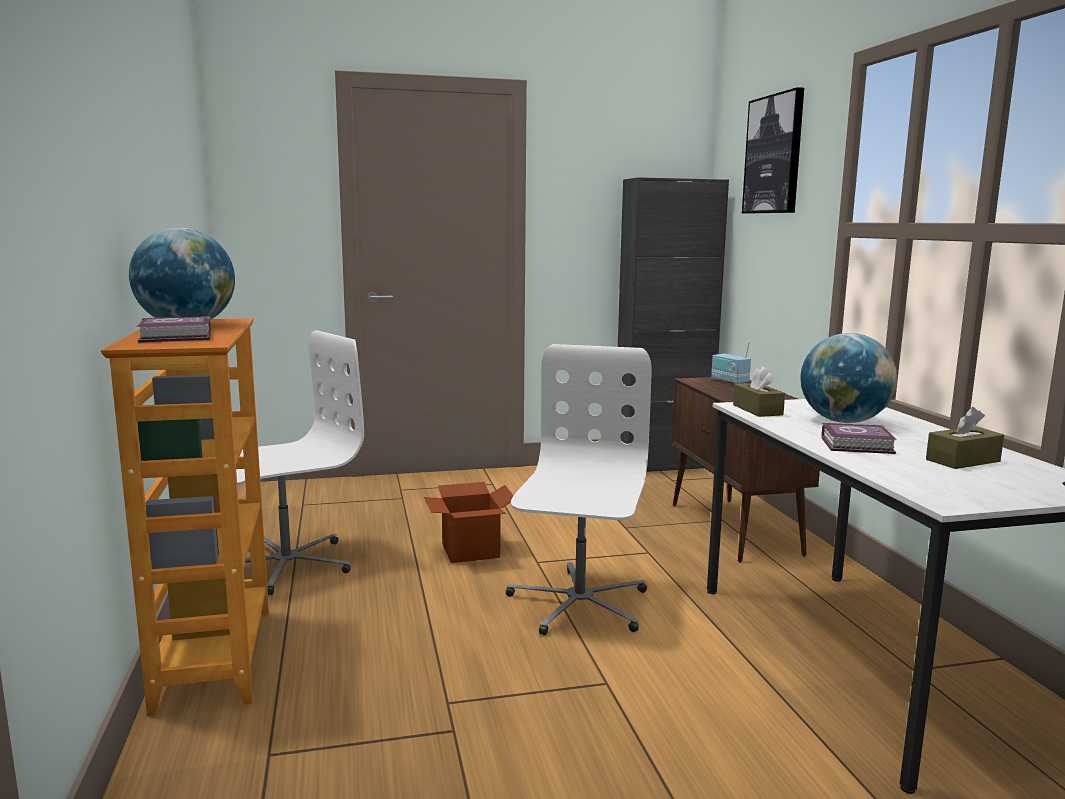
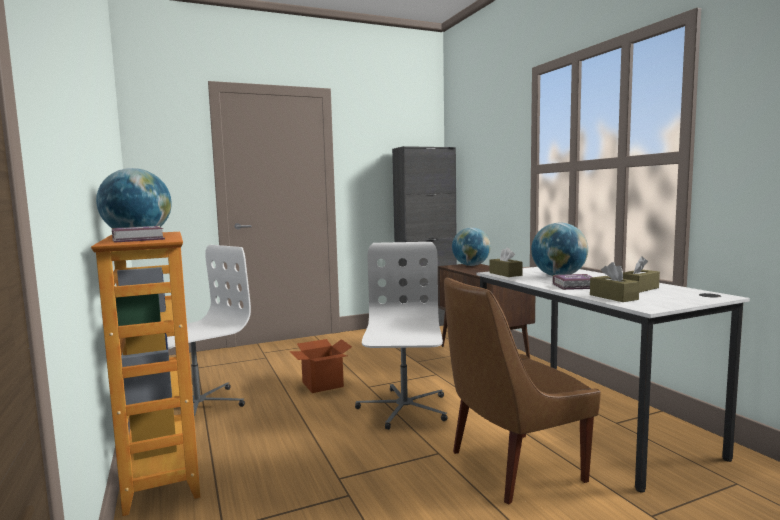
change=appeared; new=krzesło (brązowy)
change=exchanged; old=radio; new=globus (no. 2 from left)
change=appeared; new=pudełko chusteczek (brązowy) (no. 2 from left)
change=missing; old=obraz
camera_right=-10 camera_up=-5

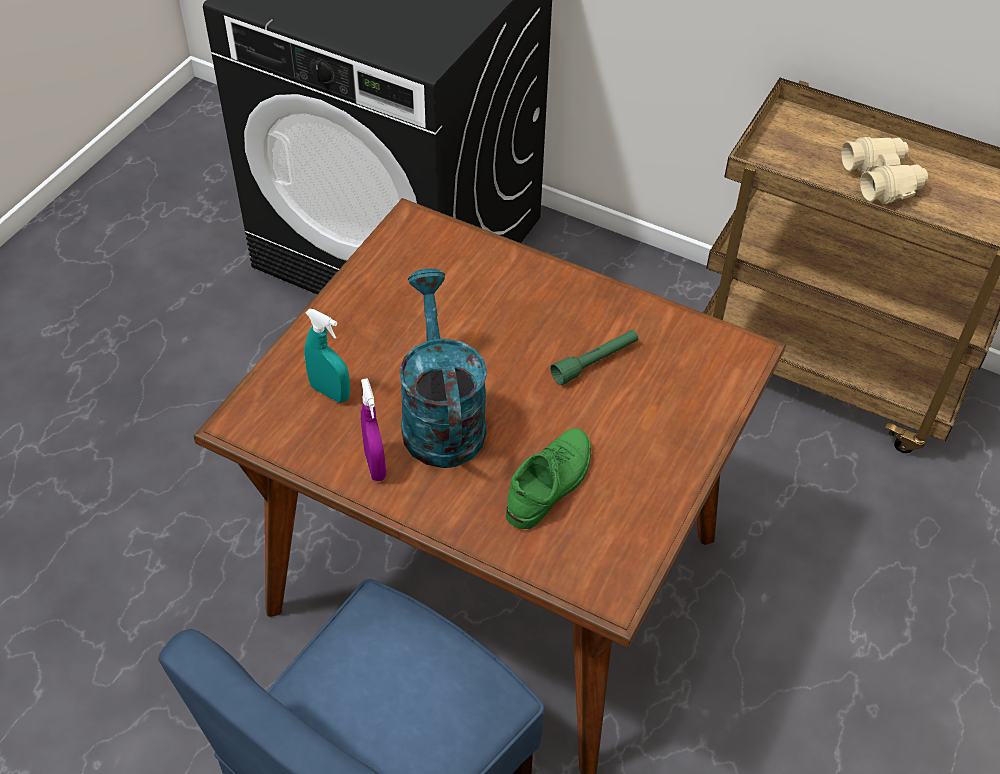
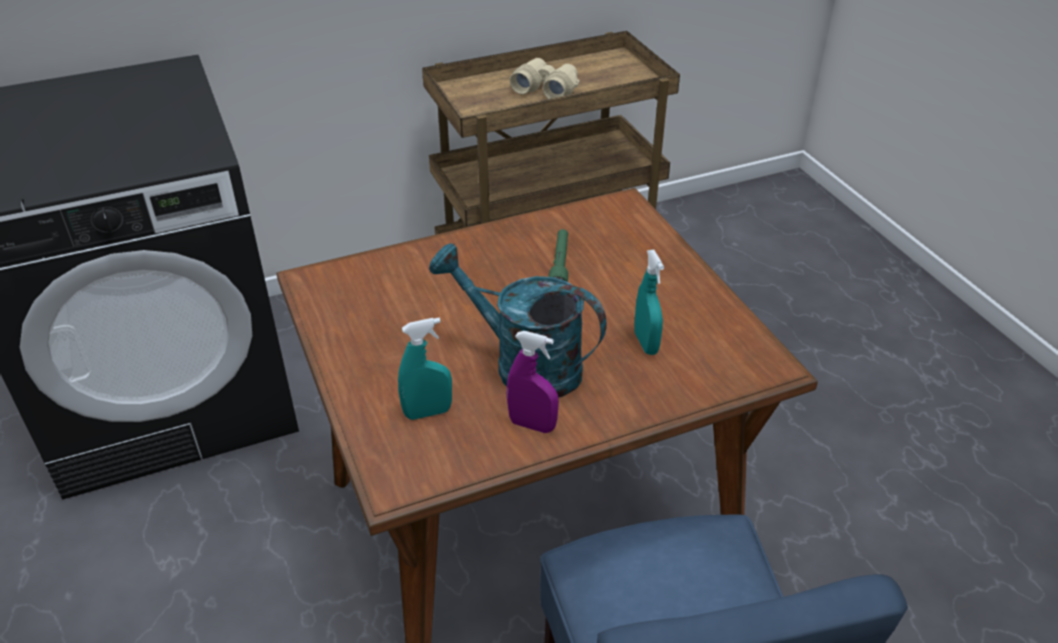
change=exchanged; old=but (zielony); new=spryskiwacz (turkusowy) (no. 2 from left)
camera_right=-50 camera_up=-10

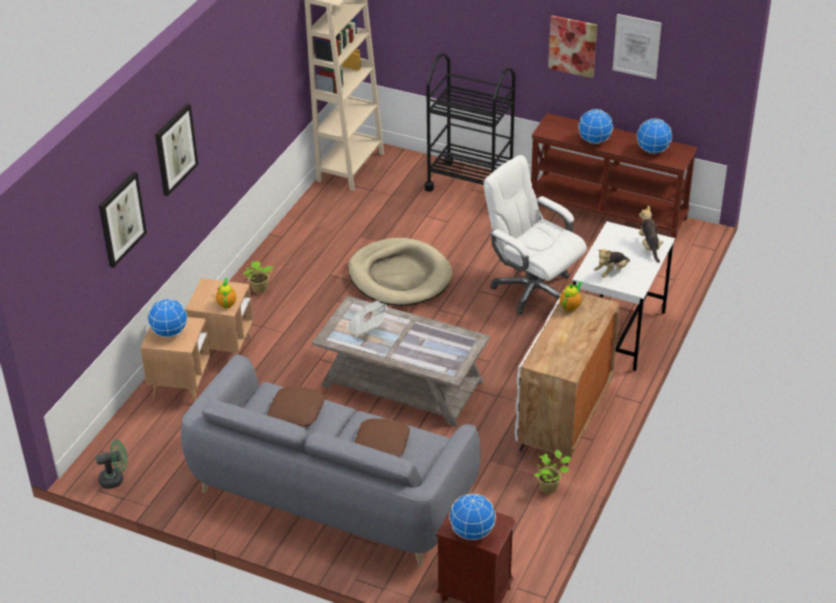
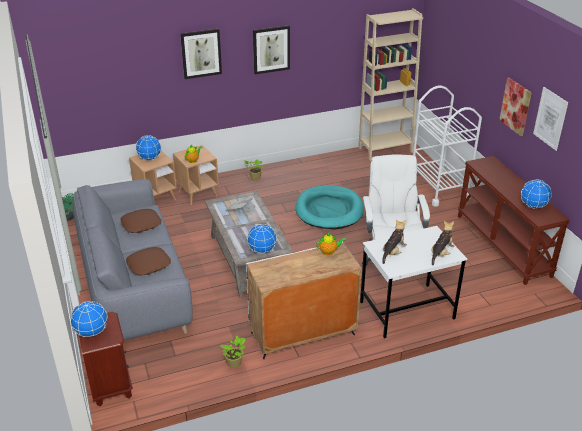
change=relocated; old=globus (no. 3 from left)
change=relocated; old=obraz (no. 1 from left in the first image); new=obraz (no. 2 from left)
change=colour; old=legowisko (beżowy); new=legowisko (turkusowy)
change=spun; old=pluszak (no. 1 from left); degrees=120
change=colour; old=wózek (czarny); new=wózek (biały)
camera_right=45 camera_up=-5

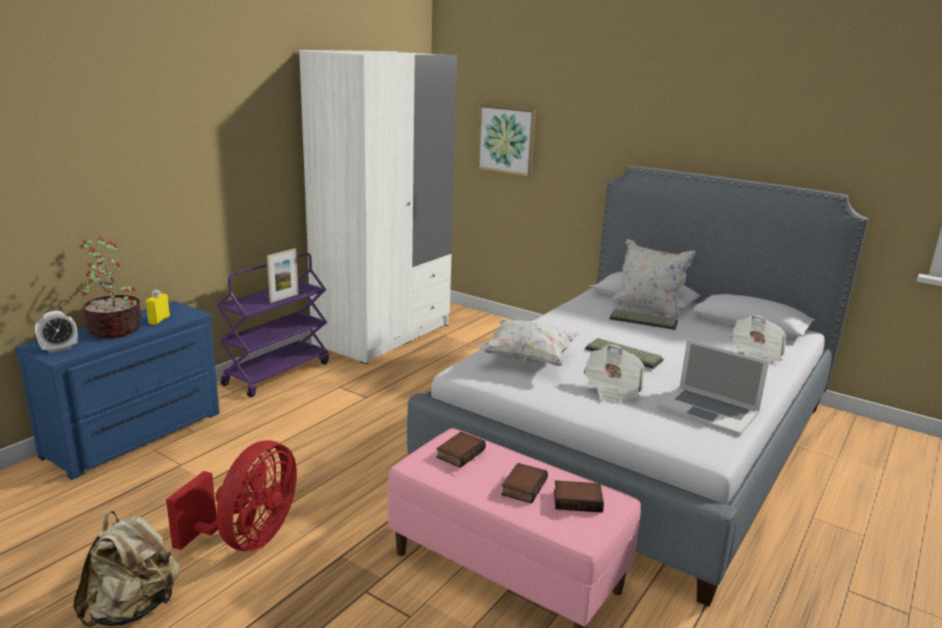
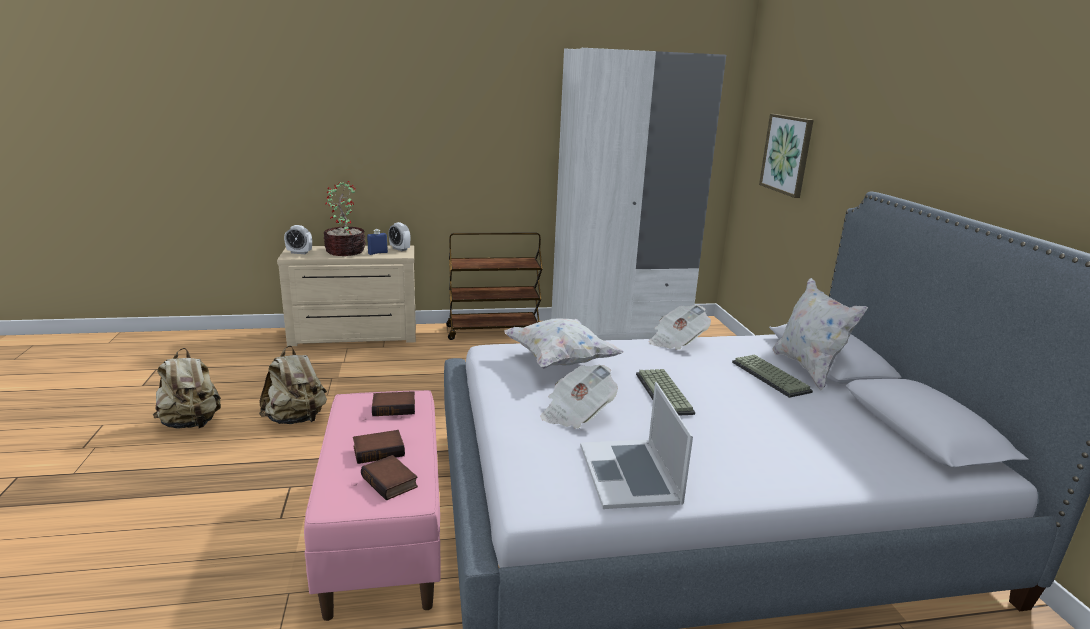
change=exchanged; old=wentylator (czerwony); new=plecak (beżowy) (no. 2 from left)
change=colour; old=komoda (niebieski); new=komoda (beżowy)
change=colour; old=butelka (żółty); new=butelka (niebieski)
change=appeared; new=budzik (no. 2 from left)
change=colour; old=wózek (fioletowy); new=wózek (brązowy)
change=relocated; old=gazeta (no. 2 from left)
change=missing; old=ramka na zdjęcie
camera_right=45 camera_up=0

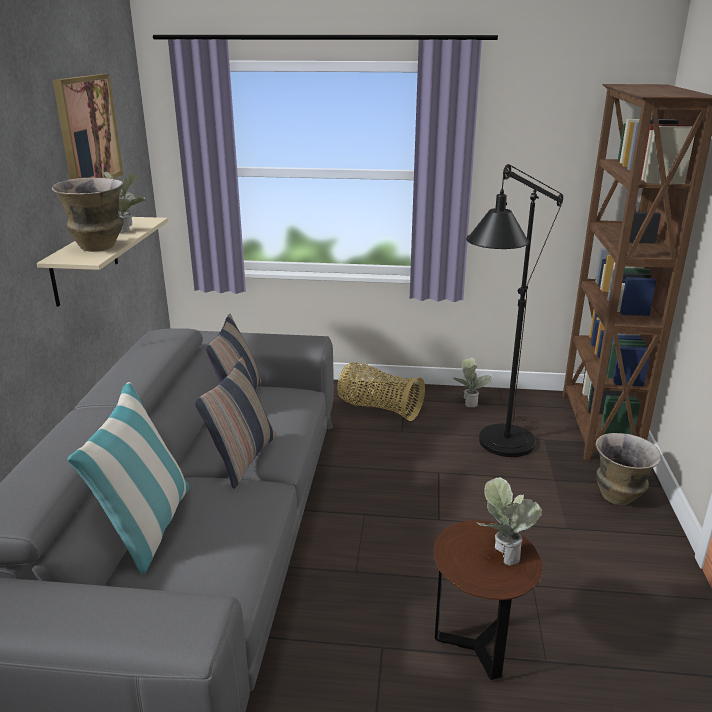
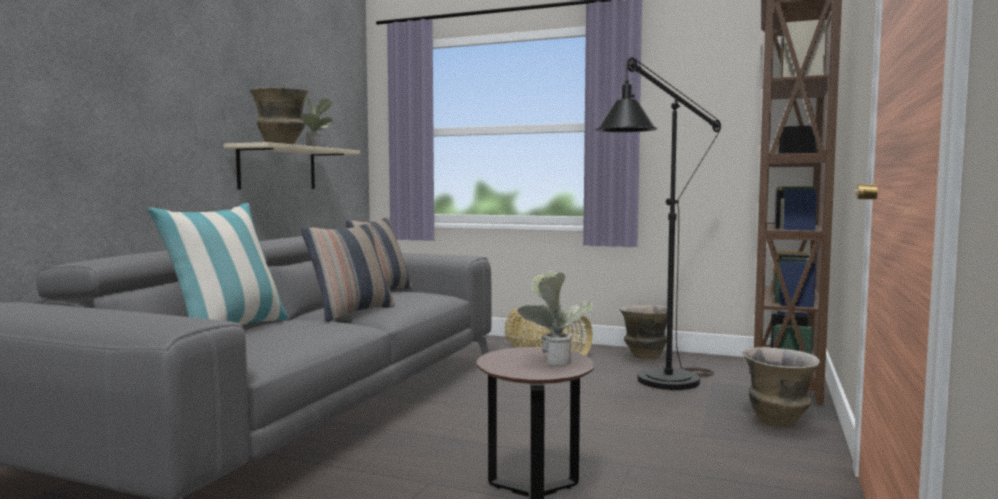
change=exchanged; old=roślina doniczkowa (no. 2 from left); new=wazon (no. 2 from left)
change=missing; old=obraz
camera_right=15 camera_up=-20

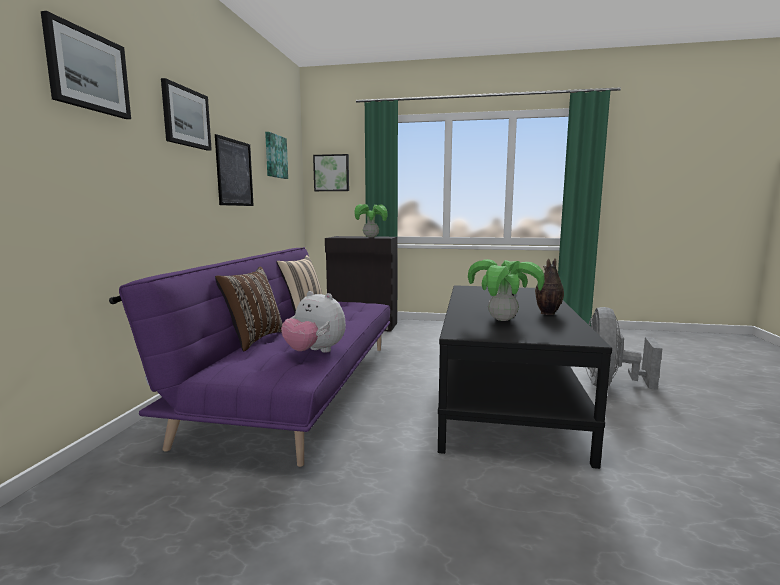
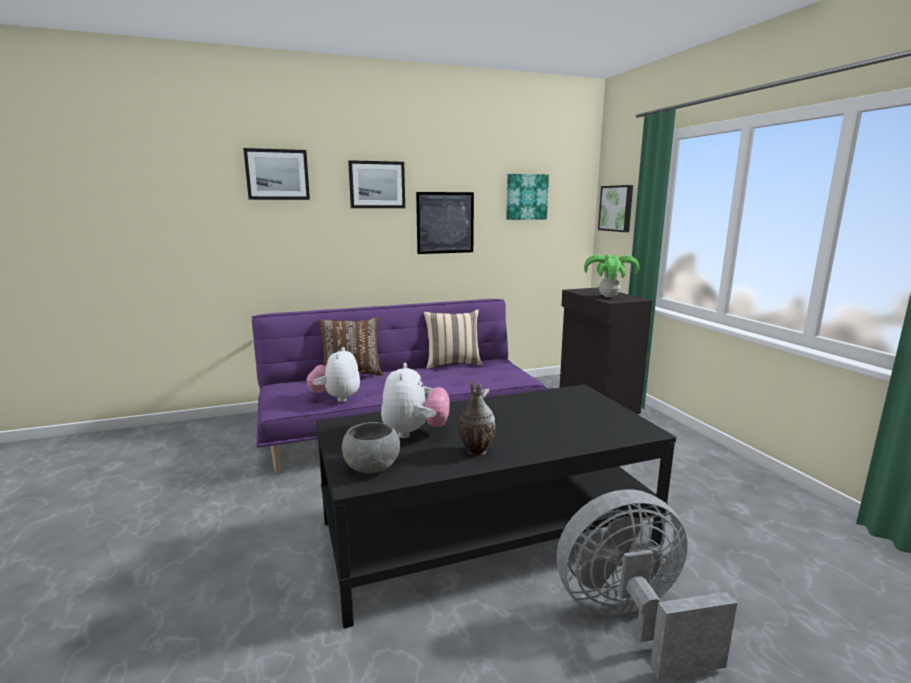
change=appeared; new=miska (szary)
change=exchanged; old=roślina doniczkowa (no. 2 from left); new=pluszak (no. 2 from left)
camera_right=60 camera_up=5

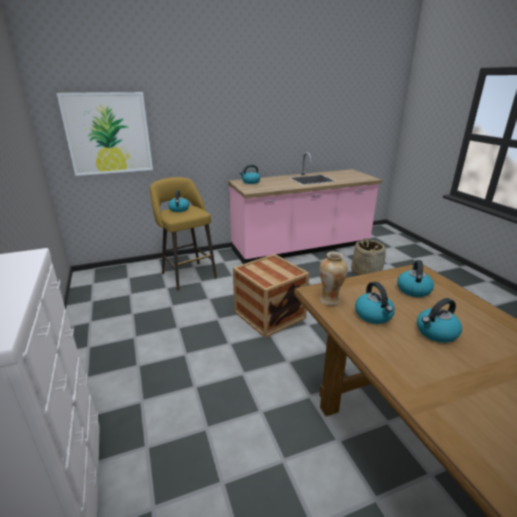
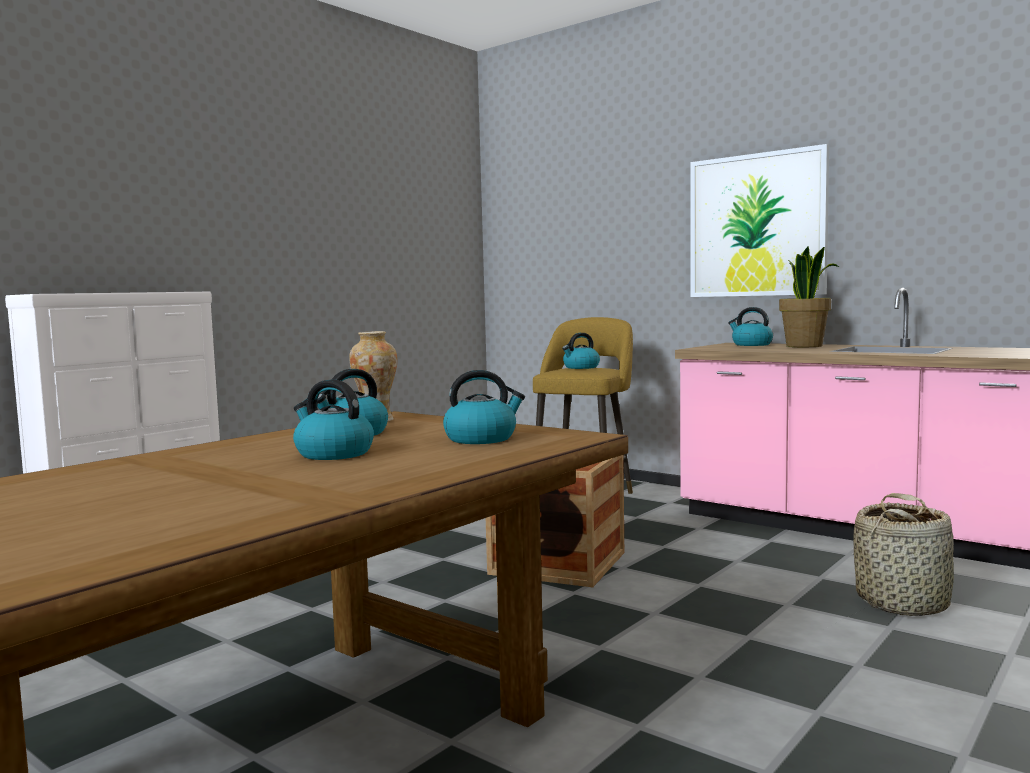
change=relocated; old=obraz
change=appeared; new=roślina doniczkowa
camera_right=60 camera_up=-20

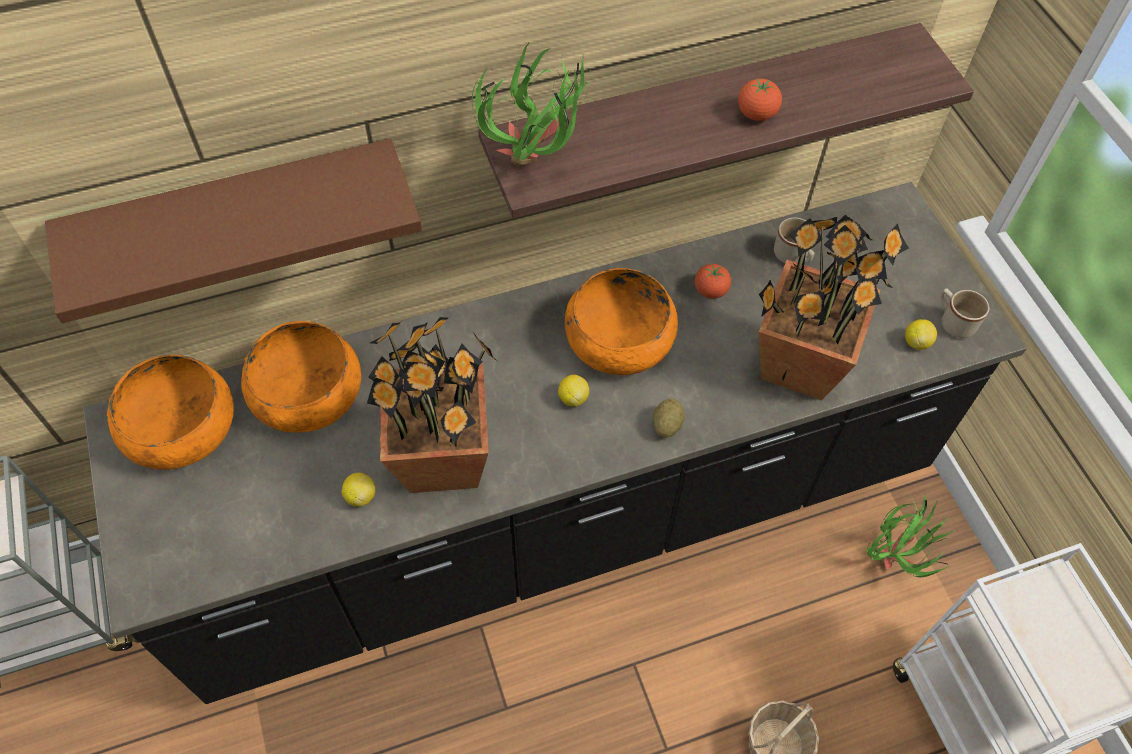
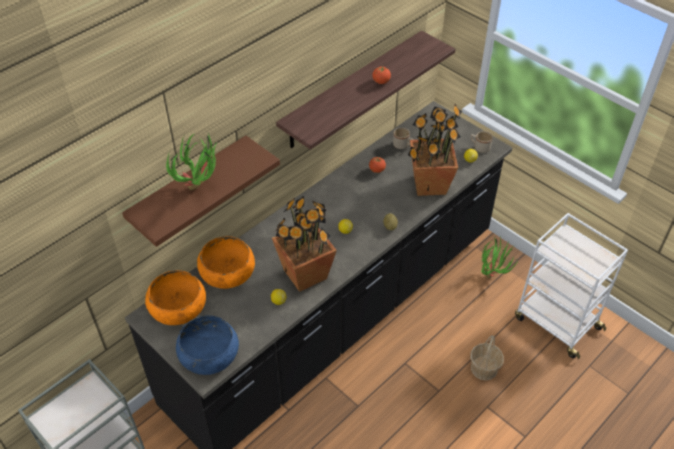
change=relocated; old=roślina doniczkowa (no. 2 from left in the first image); new=roślina doniczkowa (no. 1 from left)
change=appeared; new=miska (niebieski)
change=missing; old=miska (pomarańczowy) (no. 3 from left)
camera_right=-25 camera_up=-10

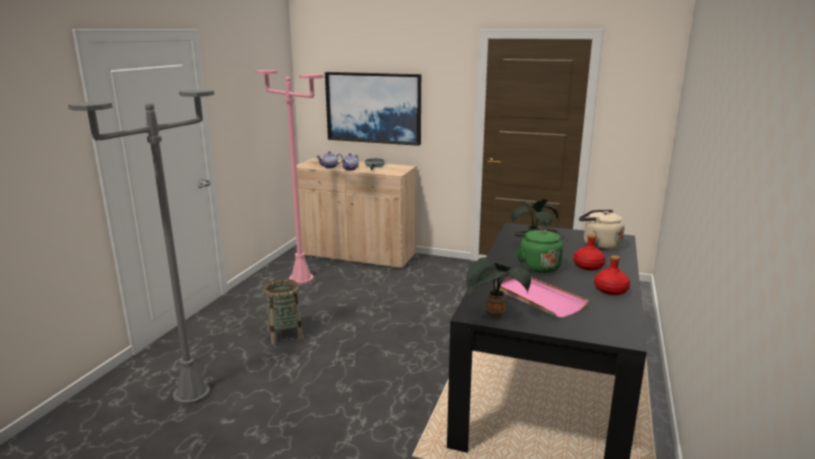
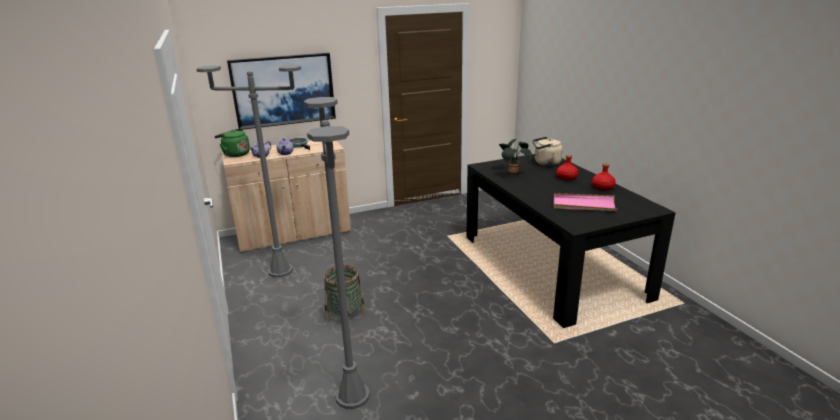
change=colour; old=lampa stojąca (różowy); new=lampa stojąca (szary) (no. 1 from left)
change=relocated; old=czajnik (zielony)
change=missing; old=roślina doniczkowa (no. 1 from left)
camera_right=-40 camera_up=5

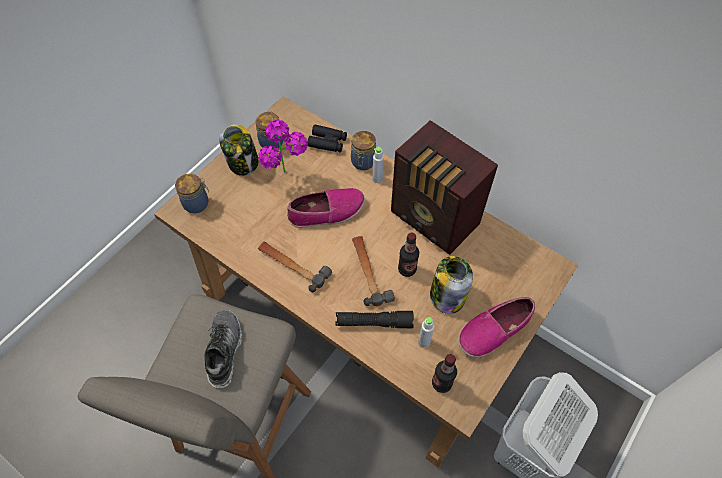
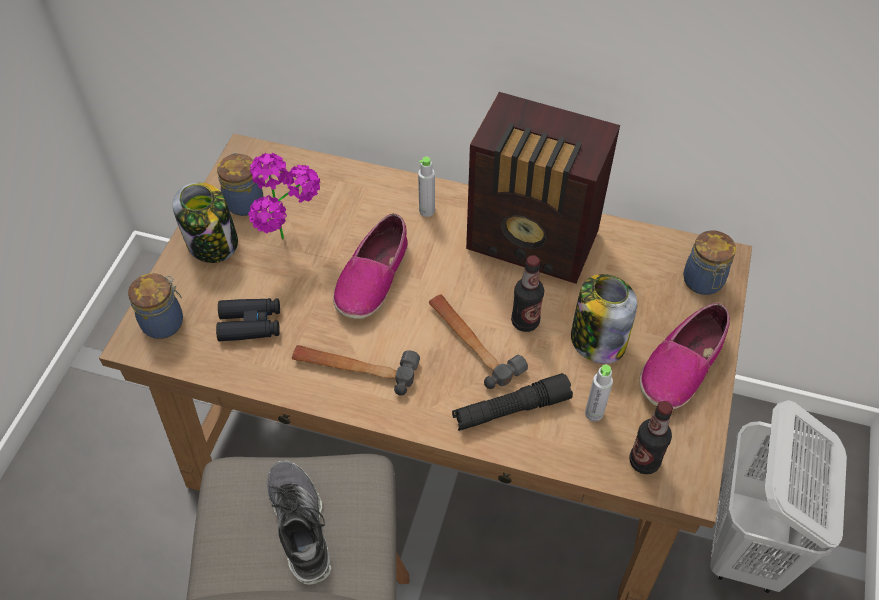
change=relocated; old=lornetka (czarny)
change=spun; old=but (no. 2 from left); degrees=150
change=relocated; old=słoik (no. 4 from left in the first image); new=słoik (no. 5 from left)
camera_right=-20 camera_up=-5

